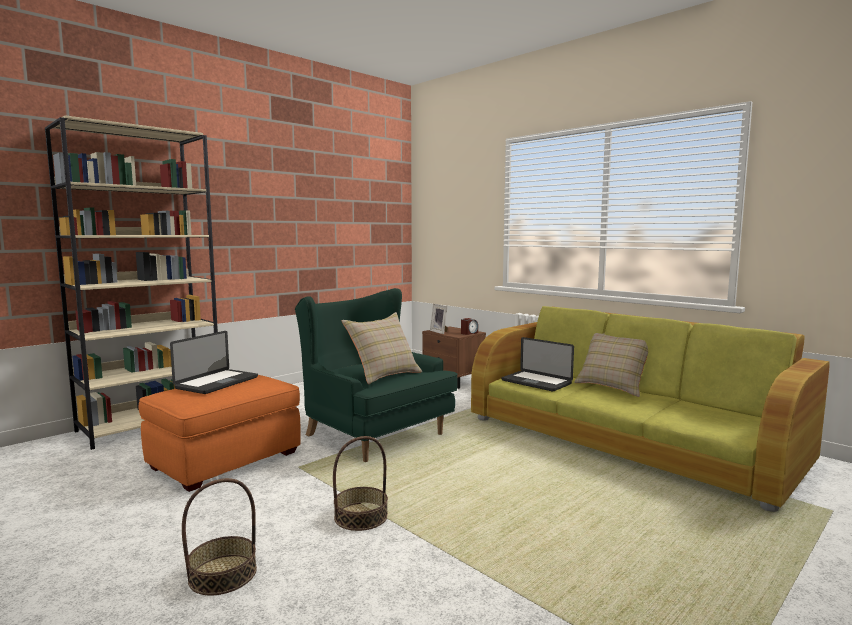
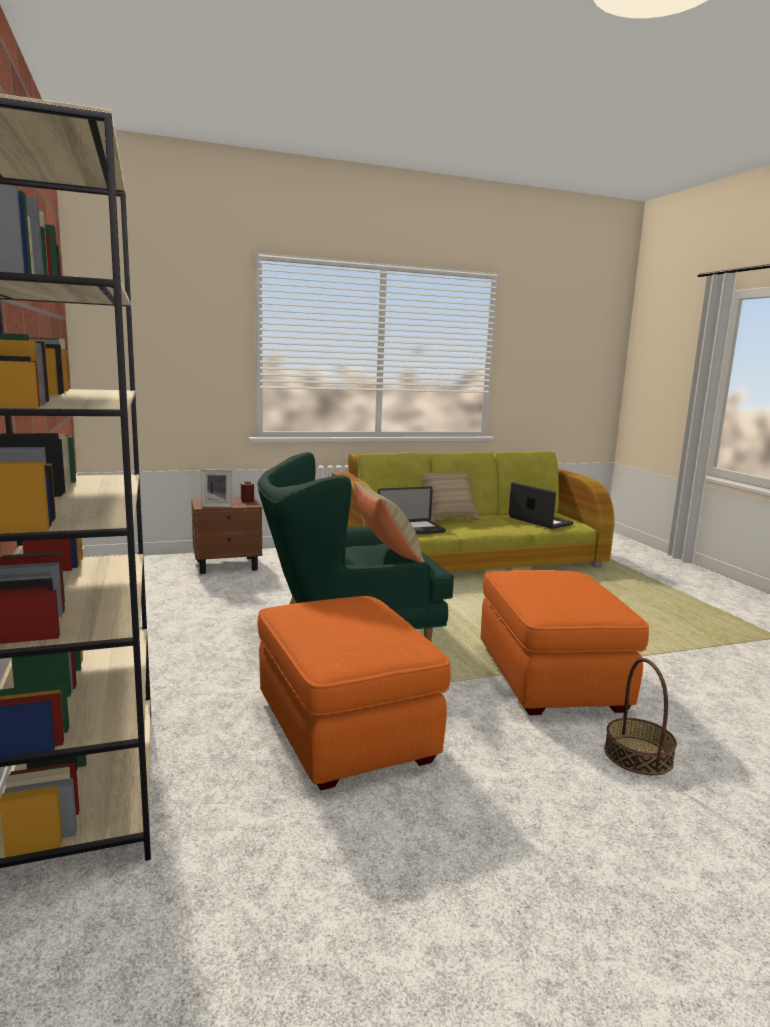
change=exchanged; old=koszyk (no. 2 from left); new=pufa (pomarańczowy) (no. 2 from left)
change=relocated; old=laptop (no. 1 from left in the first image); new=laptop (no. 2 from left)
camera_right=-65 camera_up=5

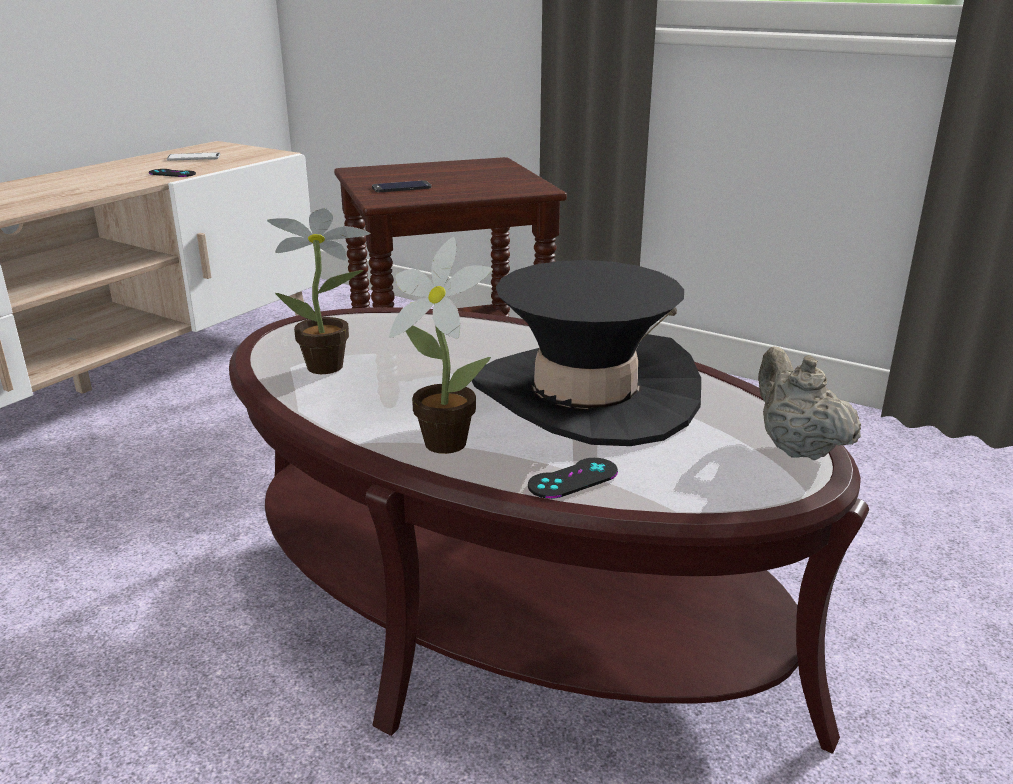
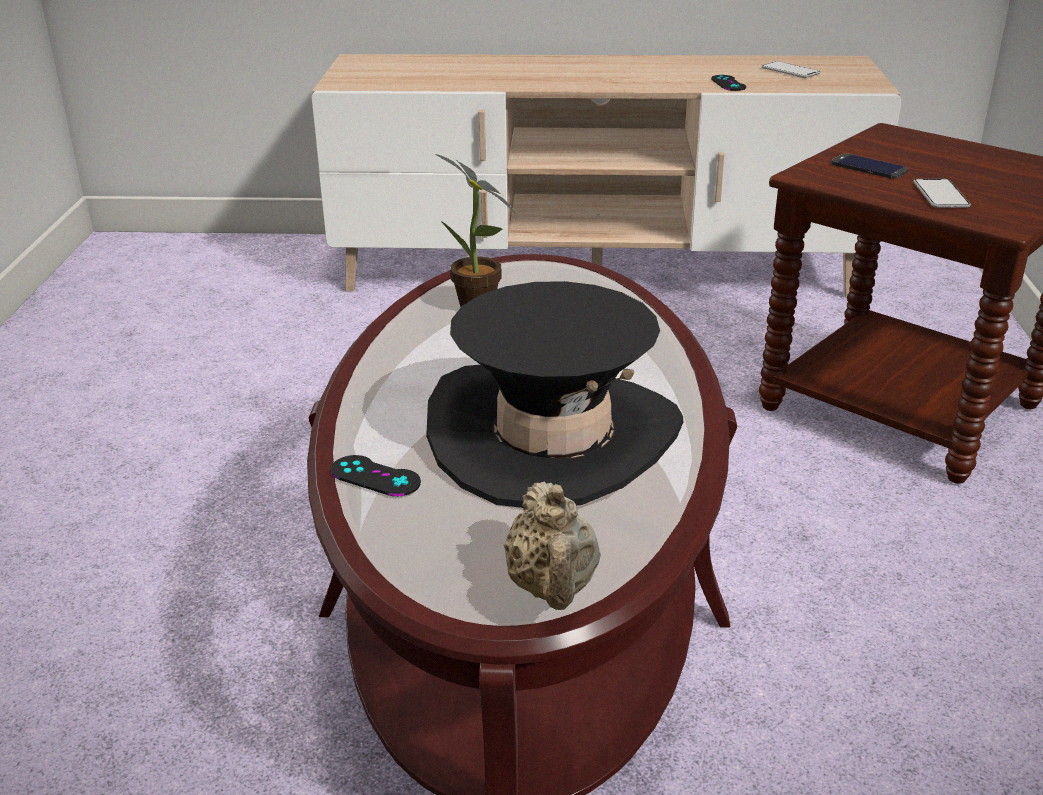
change=spun; old=imbryk (beżowy); degrees=135
change=appeared; new=telefon (no. 3 from left)
change=missing; old=roślina doniczkowa (no. 2 from left)
camera_right=60 camera_up=5

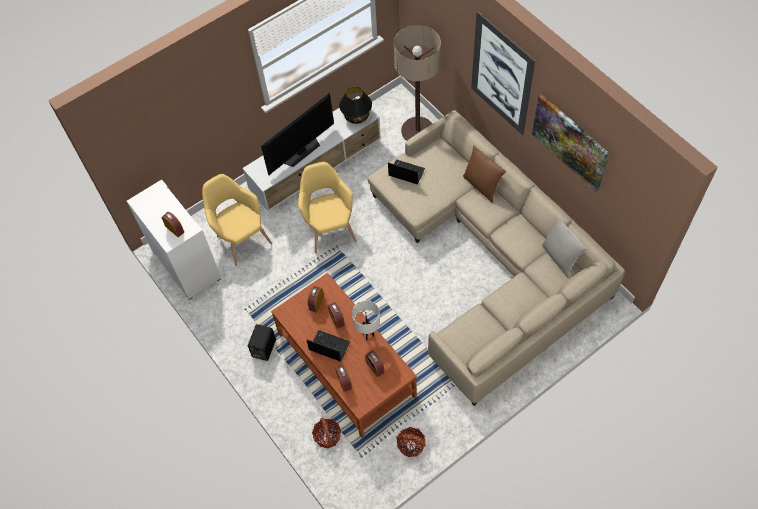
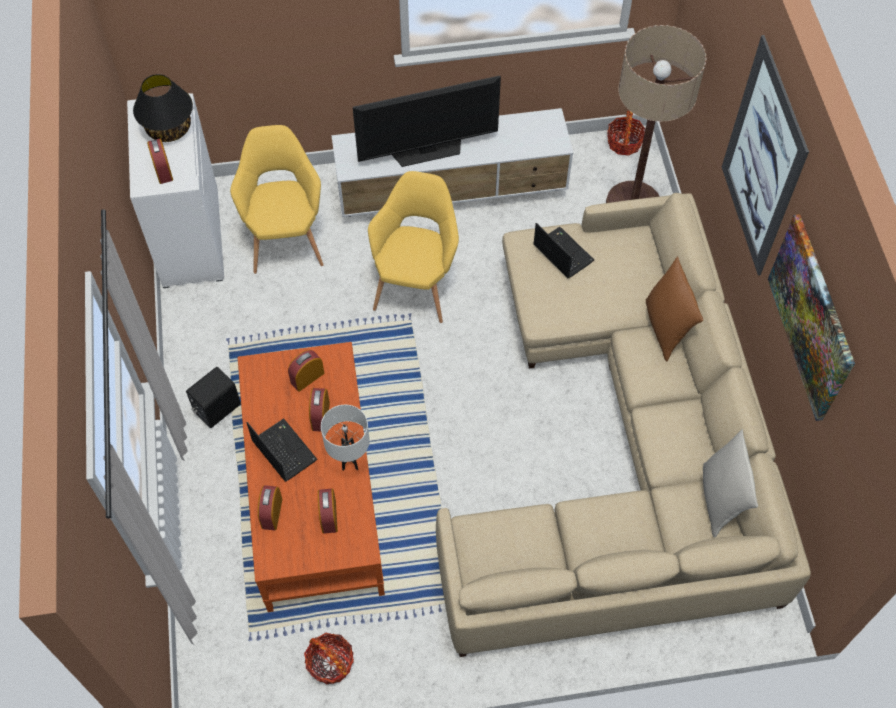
change=relocated; old=lampa stołowa (czarny)
change=relocated; old=koszyk (no. 1 from left in the first image); new=koszyk (no. 2 from left)
camera_right=25 camera_up=0

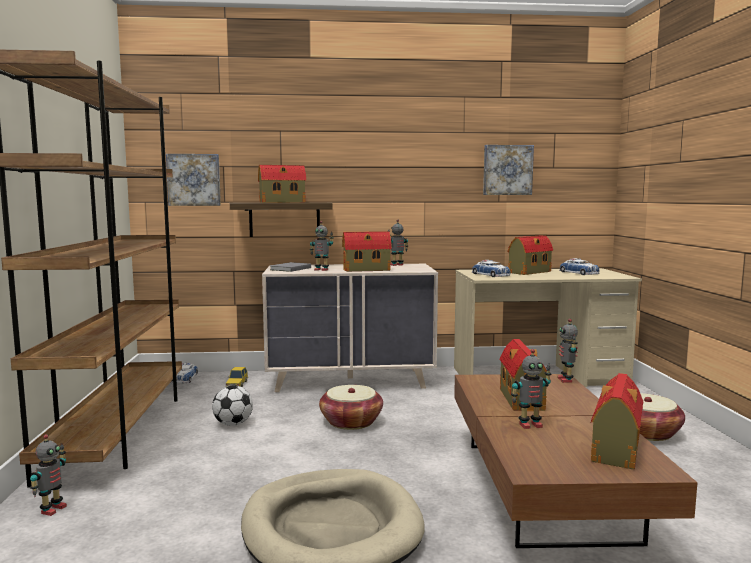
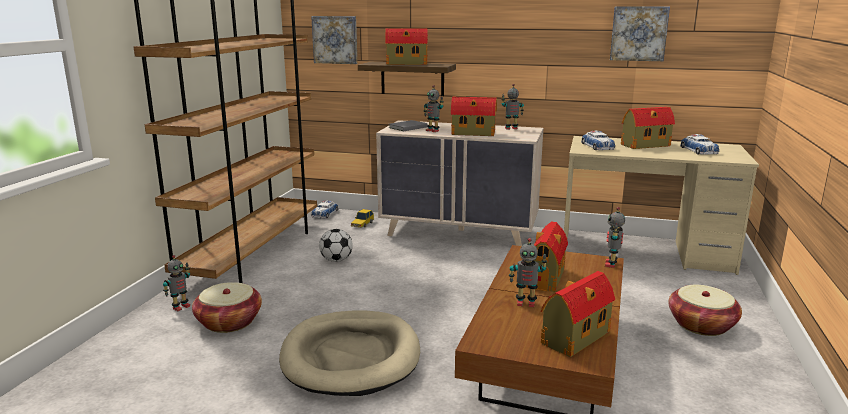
change=relocated; old=koszyk (no. 1 from left)
camera_right=20 camera_up=10

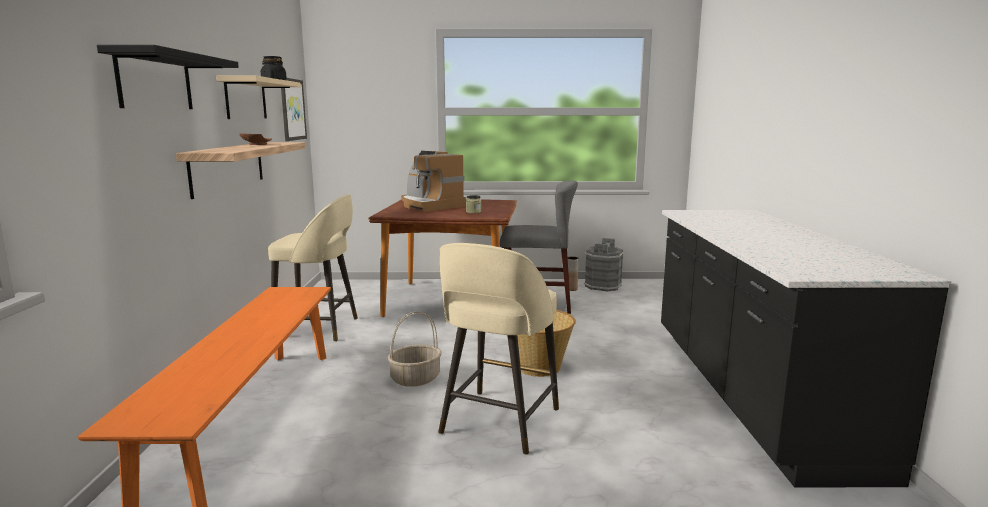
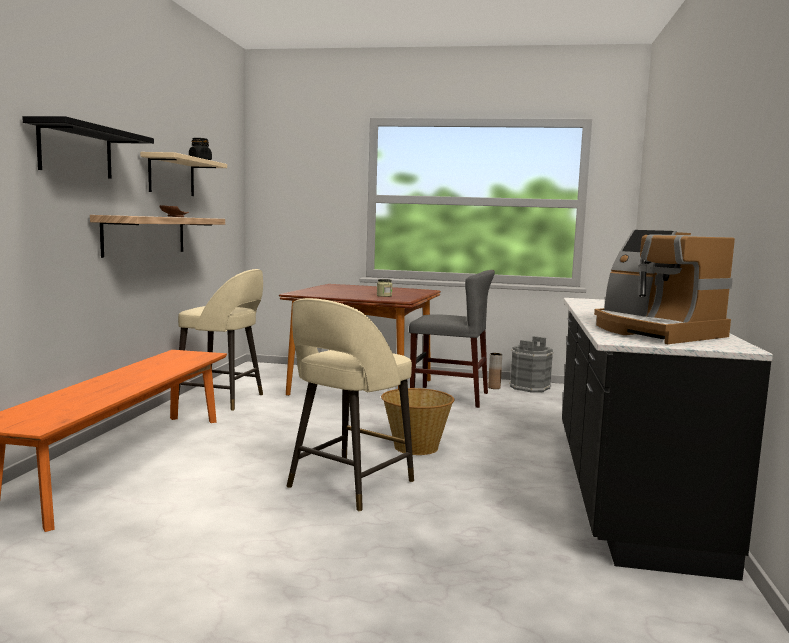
change=relocated; old=ekspres do kawy
change=missing; old=obraz
change=missing; old=koszyk (no. 1 from left)
camera_right=10 camera_up=-5

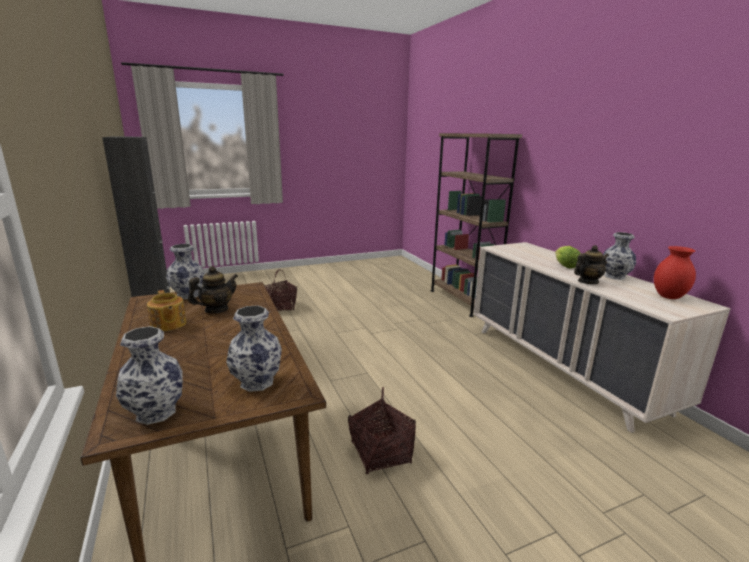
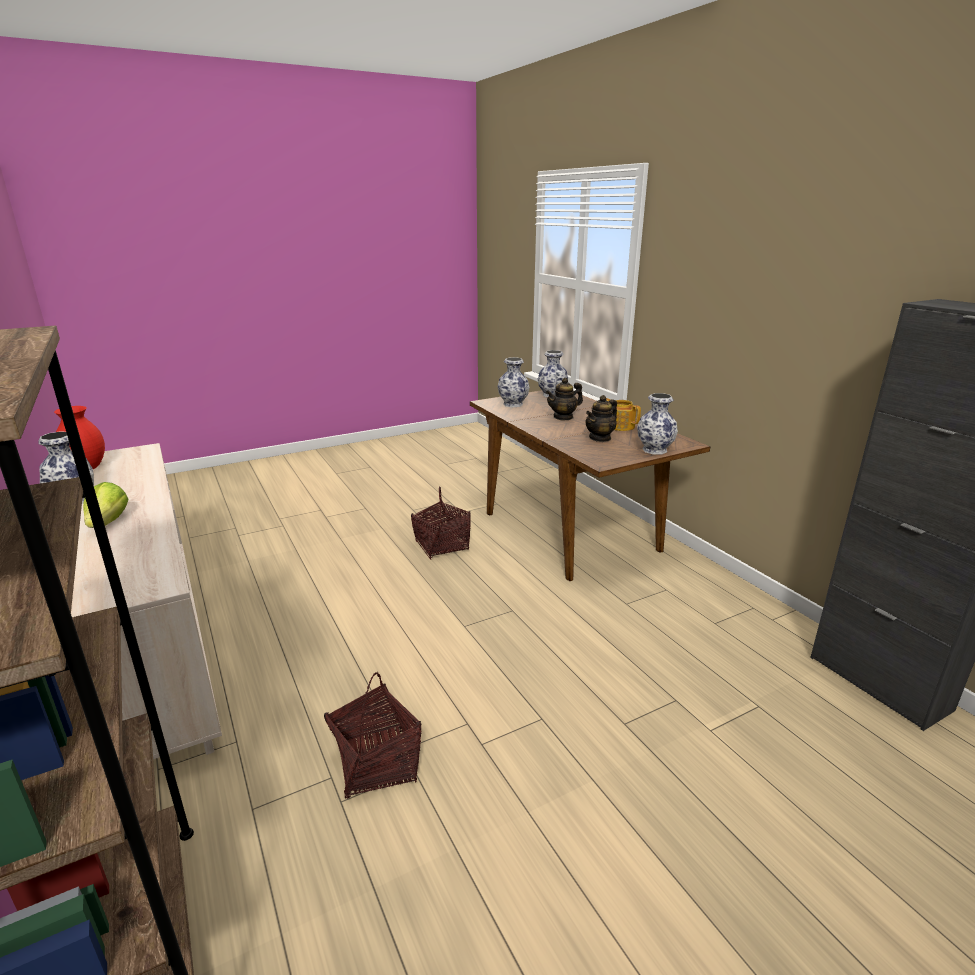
change=relocated; old=koszyk (no. 1 from left)
change=relocated; old=imbryk (no. 3 from left in the first image); new=imbryk (no. 1 from left)
camera_right=175 camera_up=5

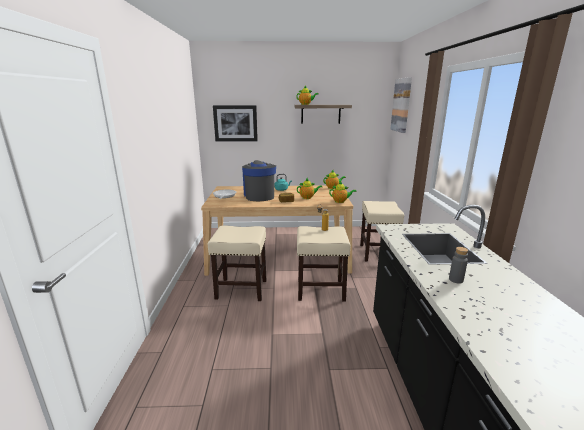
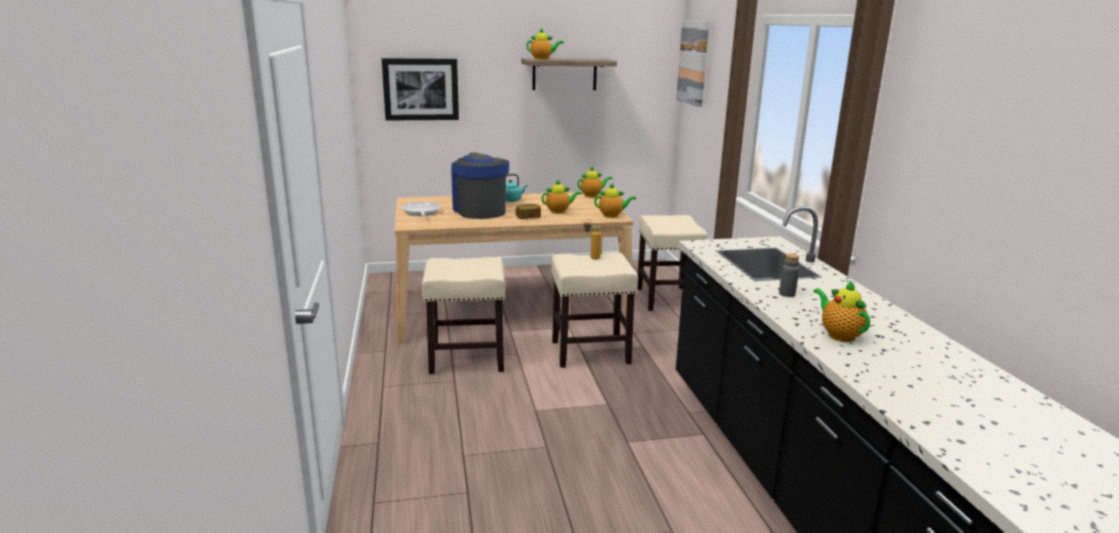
change=appeared; new=imbryk (no. 5 from left)
camera_right=-10 camera_up=0

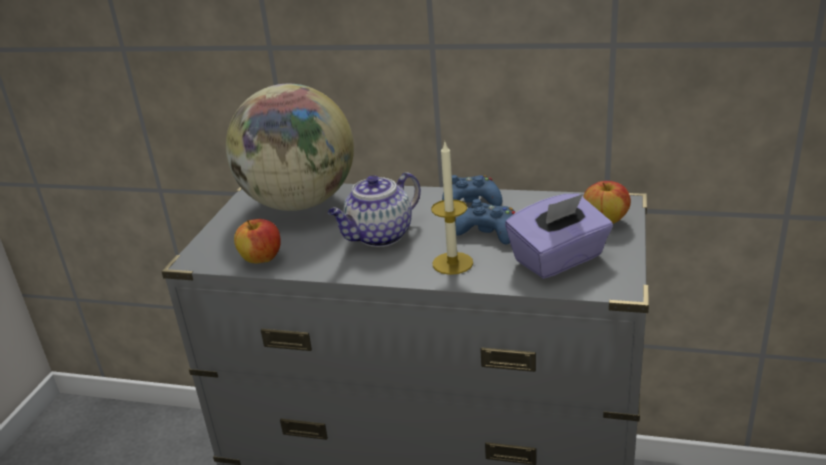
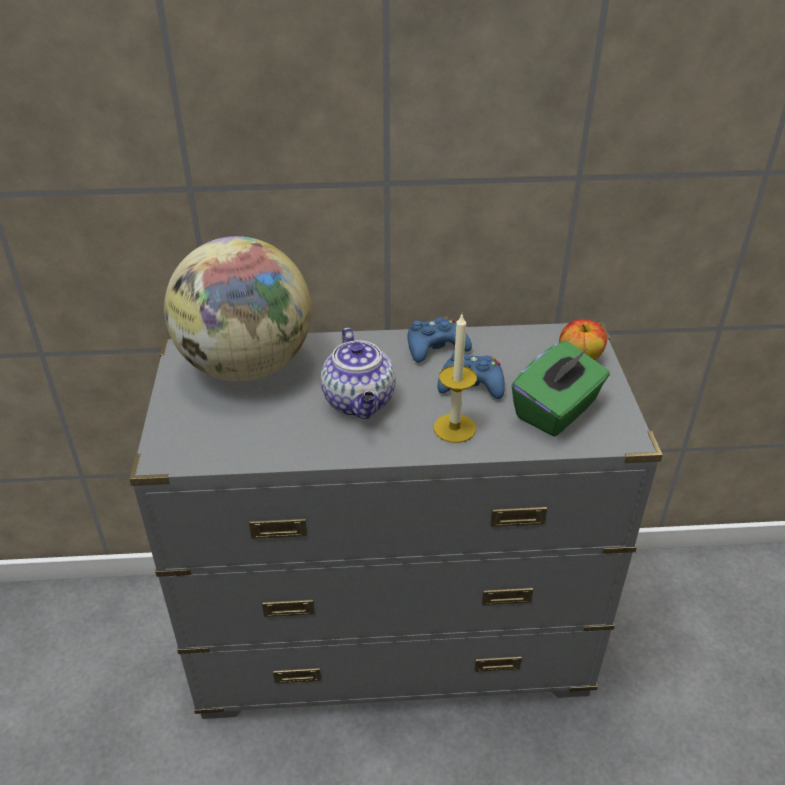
change=spun; old=imbryk; degrees=-45
change=colour; old=pudełko chusteczek (fioletowy); new=pudełko chusteczek (zielony)
change=missing; old=jabłko (no. 1 from left)
camera_right=-20 camera_up=10

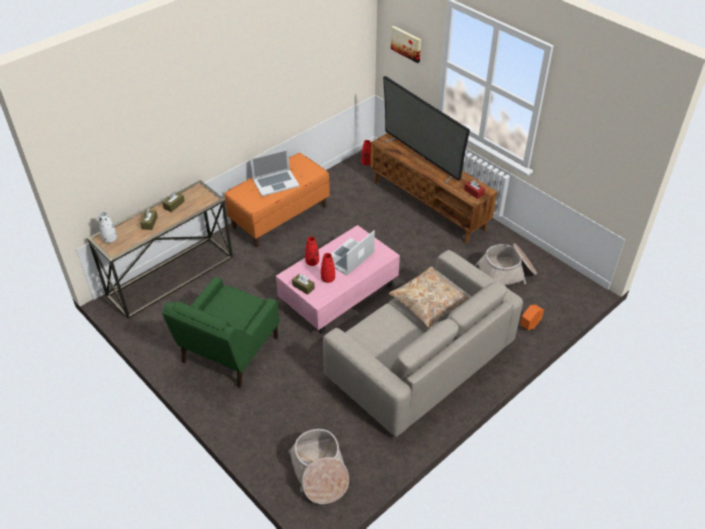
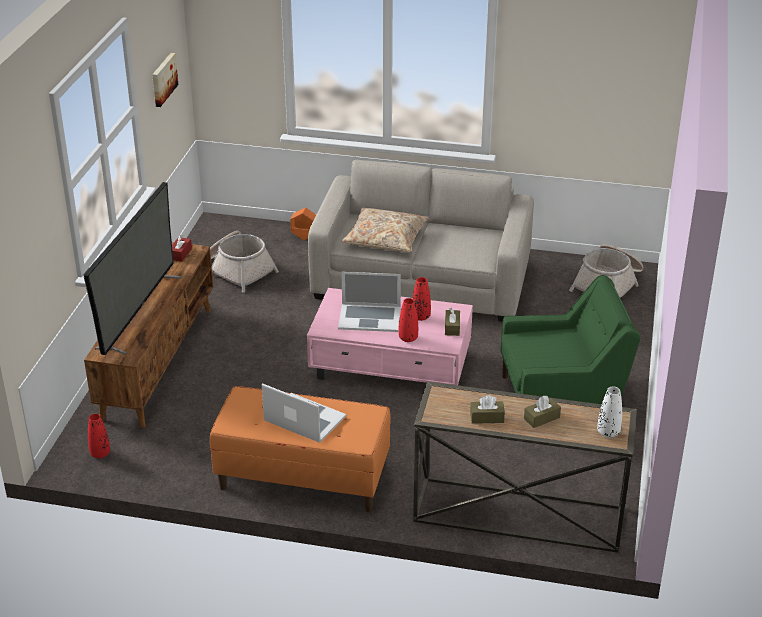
change=relocated; old=obraz
camera_right=-125 camera_up=-10

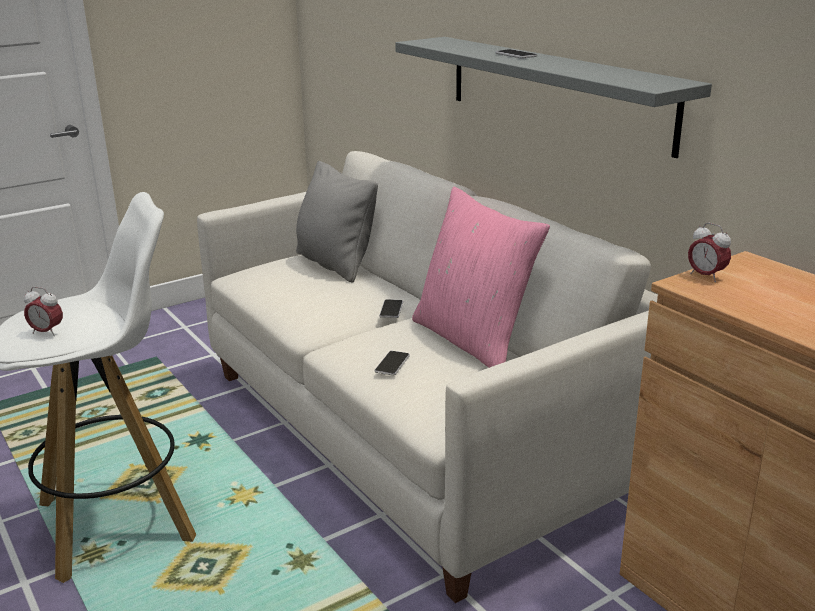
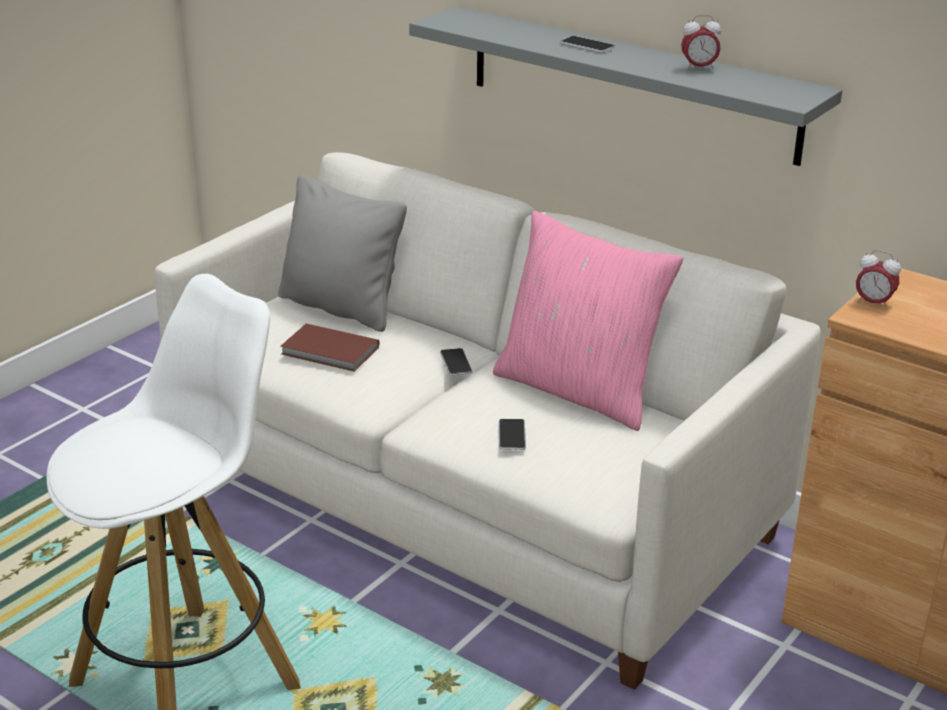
change=appeared; new=książka (brązowy)
change=relocated; old=budzik (no. 1 from left)
camera_right=-20 camera_up=5

